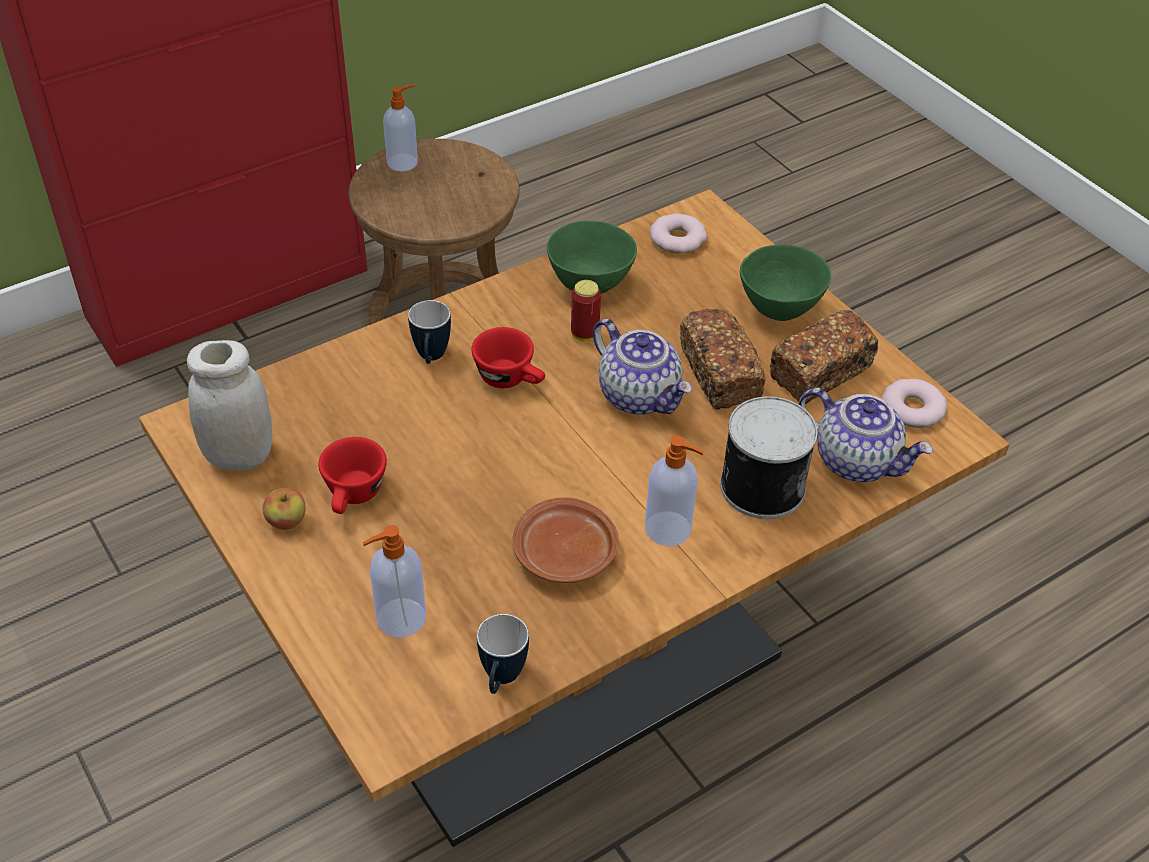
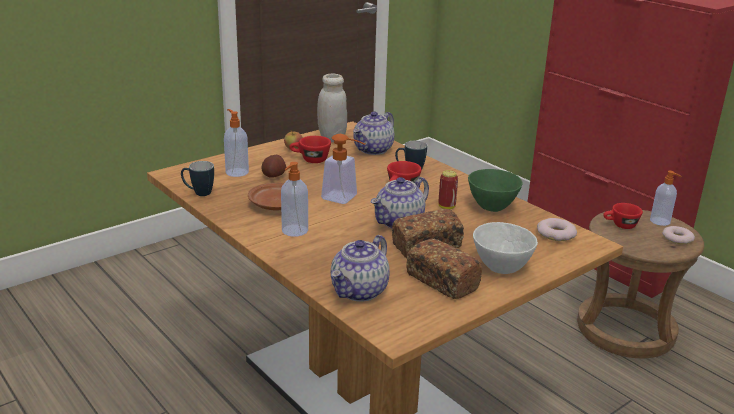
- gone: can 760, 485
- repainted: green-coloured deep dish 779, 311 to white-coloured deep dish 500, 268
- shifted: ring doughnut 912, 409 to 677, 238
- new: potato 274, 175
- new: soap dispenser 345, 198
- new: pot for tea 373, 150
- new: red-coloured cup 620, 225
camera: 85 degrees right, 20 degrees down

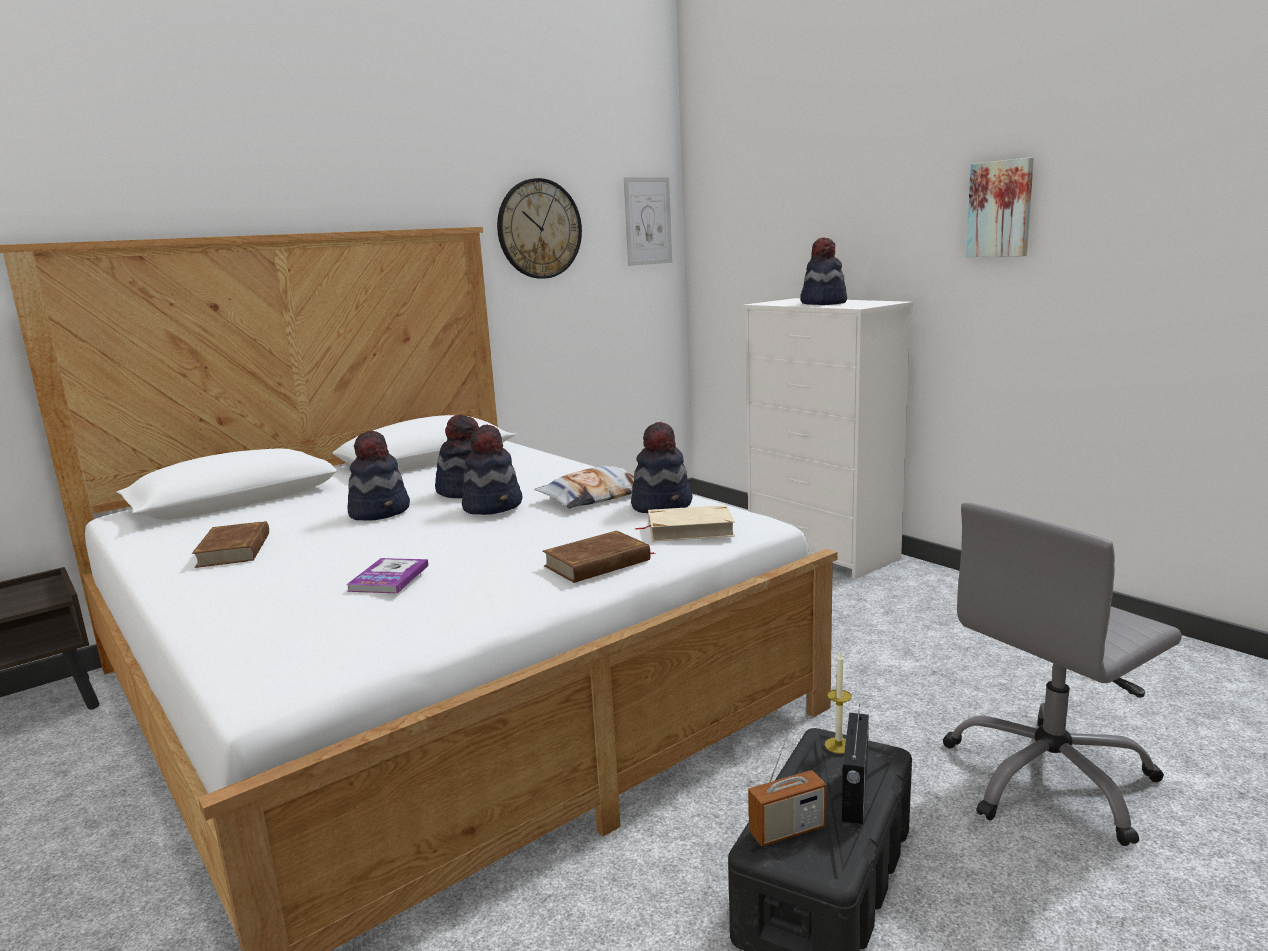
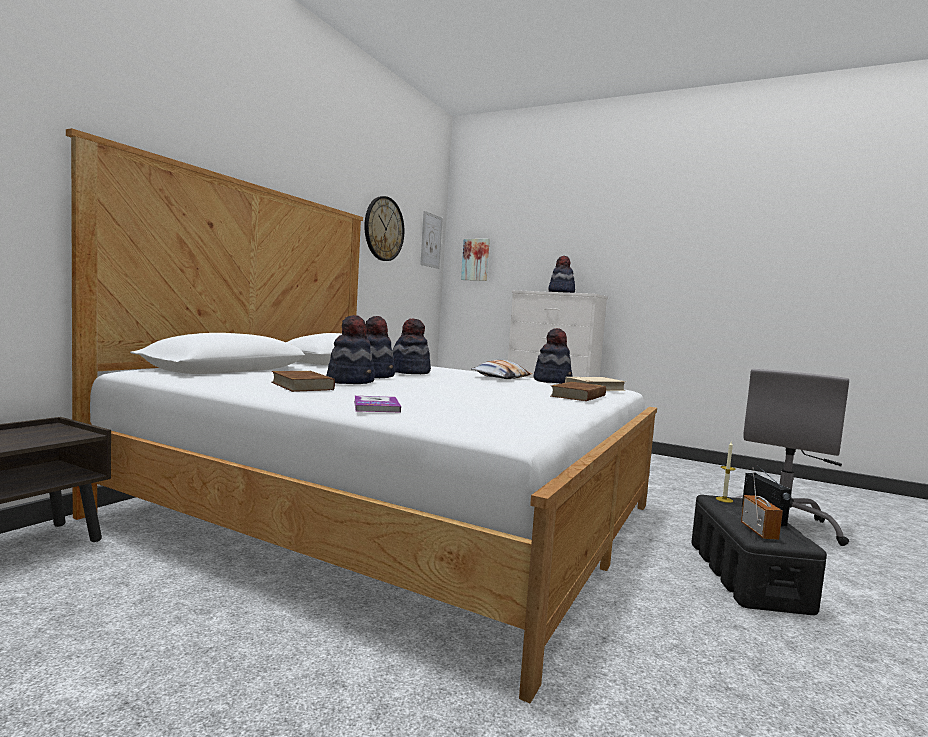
- shifted: bound book 389, 578 to 376, 406
- shifted: wearable hat 493, 506 to 351, 381
- rotated: radio receiver 787, 830 = 759, 531 45 degrees counterclockwise
- shifted: picture 1000, 209 to 476, 260
camera: 25 degrees left, 10 degrees down

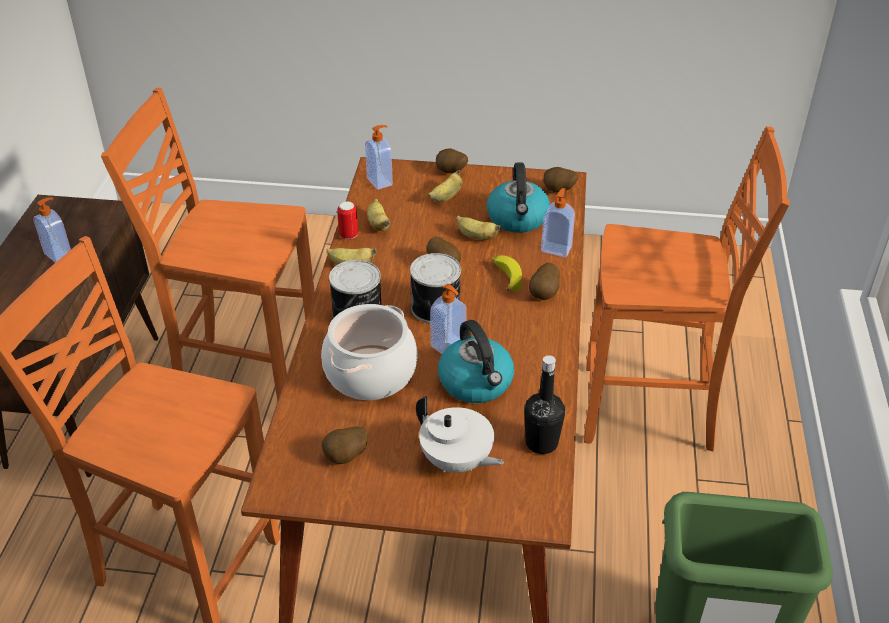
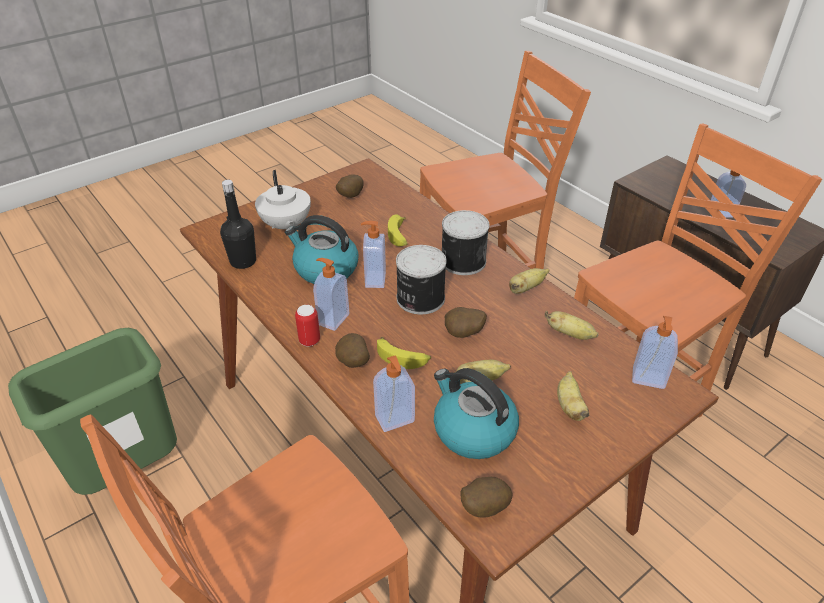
- swapped: saucepot 370, 372 to banana fruit 399, 236
- shifted: can 348, 235 to 309, 340
- rotated: white-coloured pot for tea 456, 462 = 285, 226 105 degrees counterclockwise
- gone: potato 450, 173
- new: soap dispenser 332, 319
camera: 135 degrees right, 0 degrees up

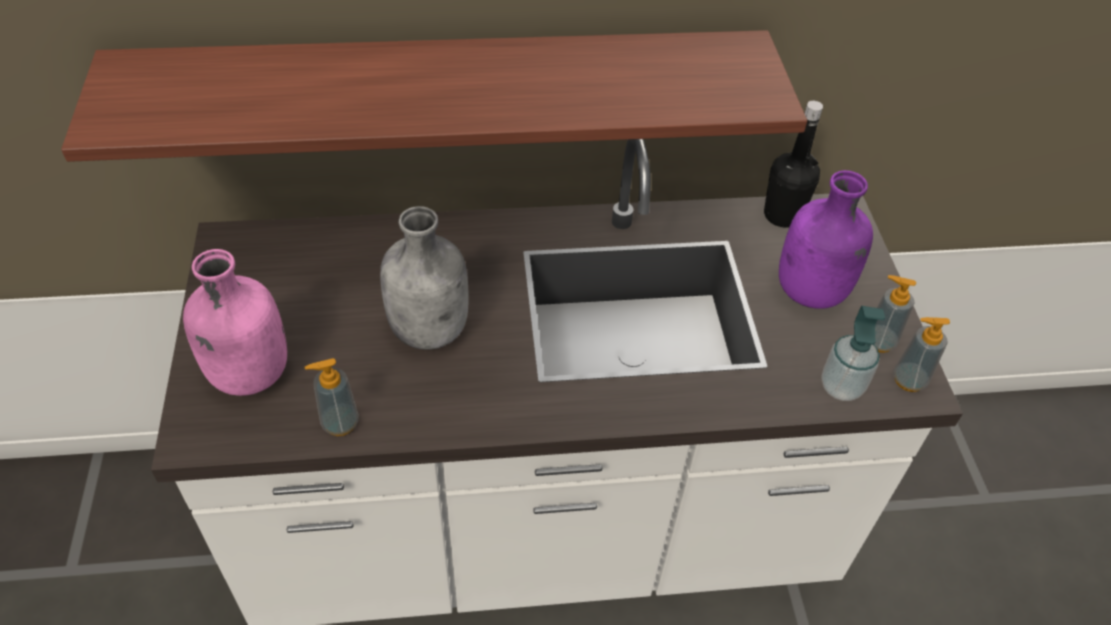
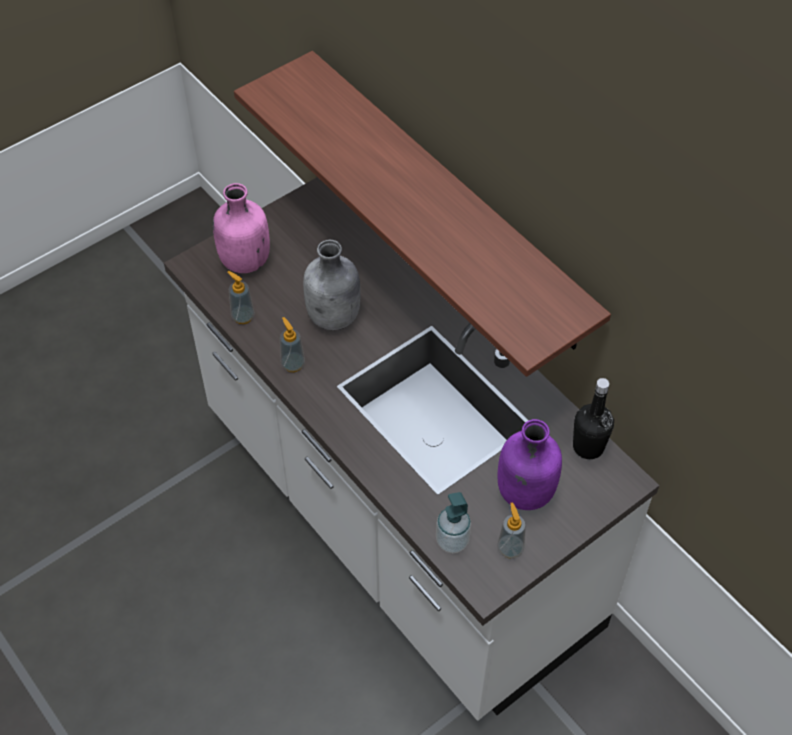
- shifted: soap dispenser 909, 380 to 293, 364
camera: 60 degrees right, 5 degrees up

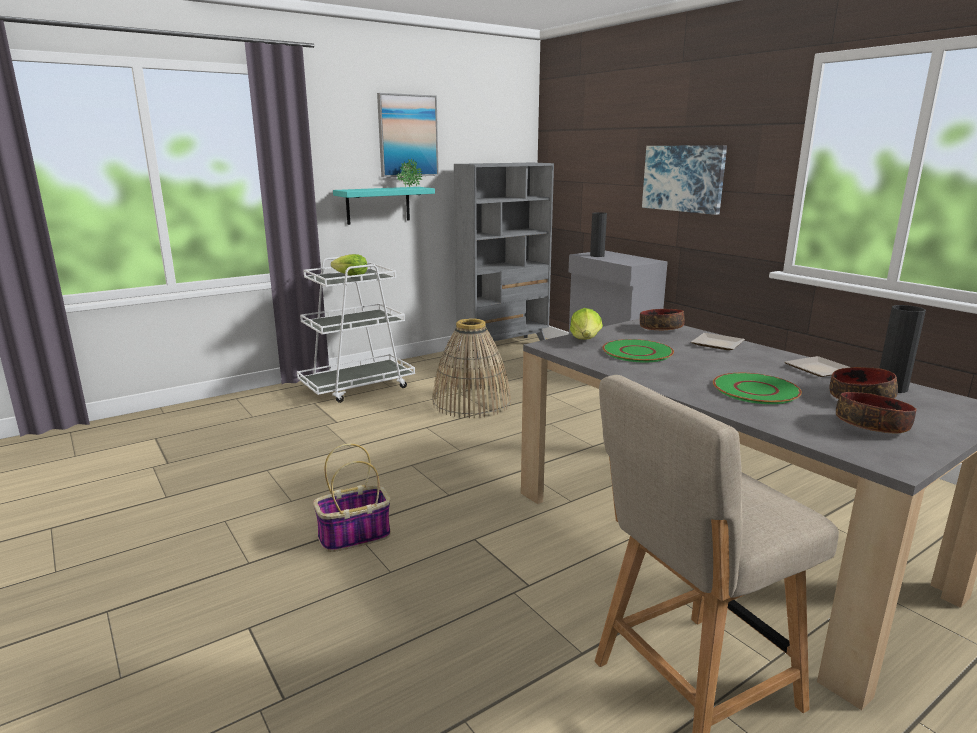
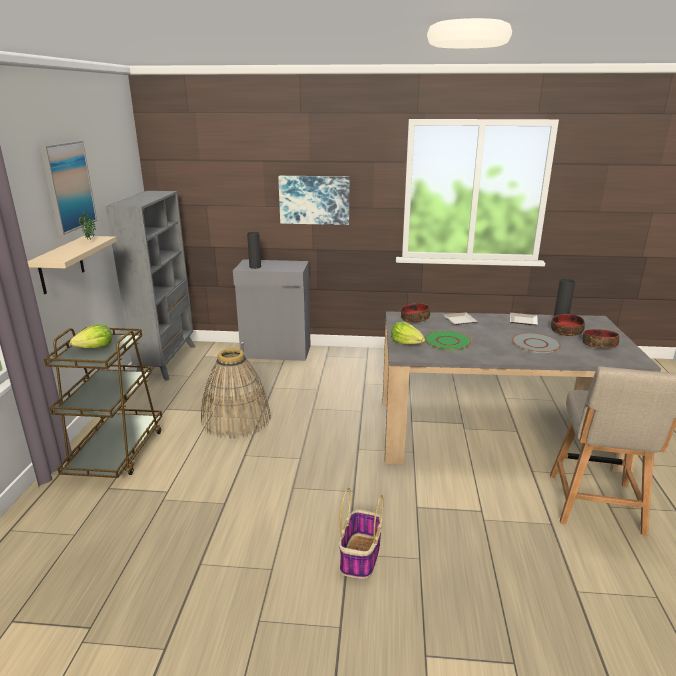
- repainted: white-coloured wheeled cart 358, 387 to brown-coloured wheeled cart 117, 452
- repainted: blue-green shelf 378, 205 to sand-coloured shelf 61, 265
- repainted: green-coloured flat dish 756, 390 to gray flat dish 535, 344
camera: 50 degrees left, 5 degrees up

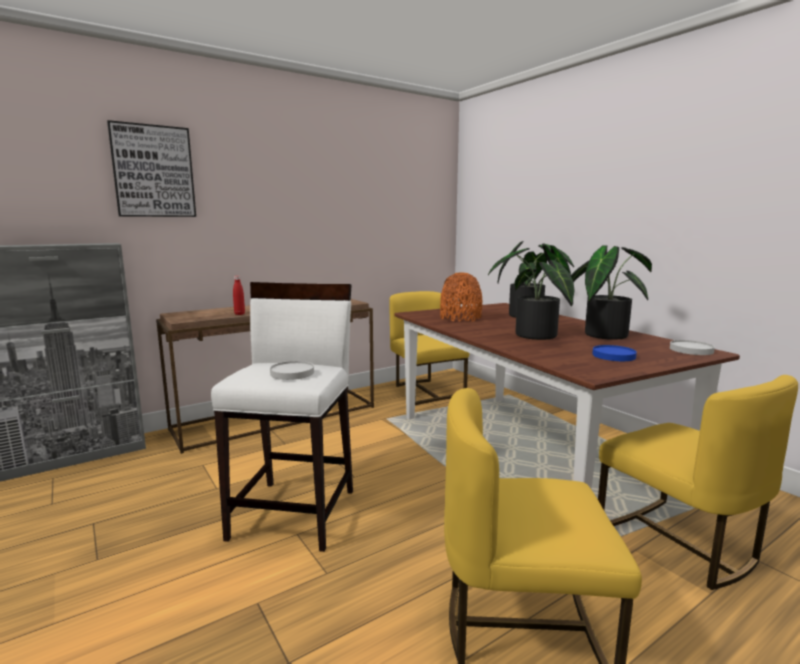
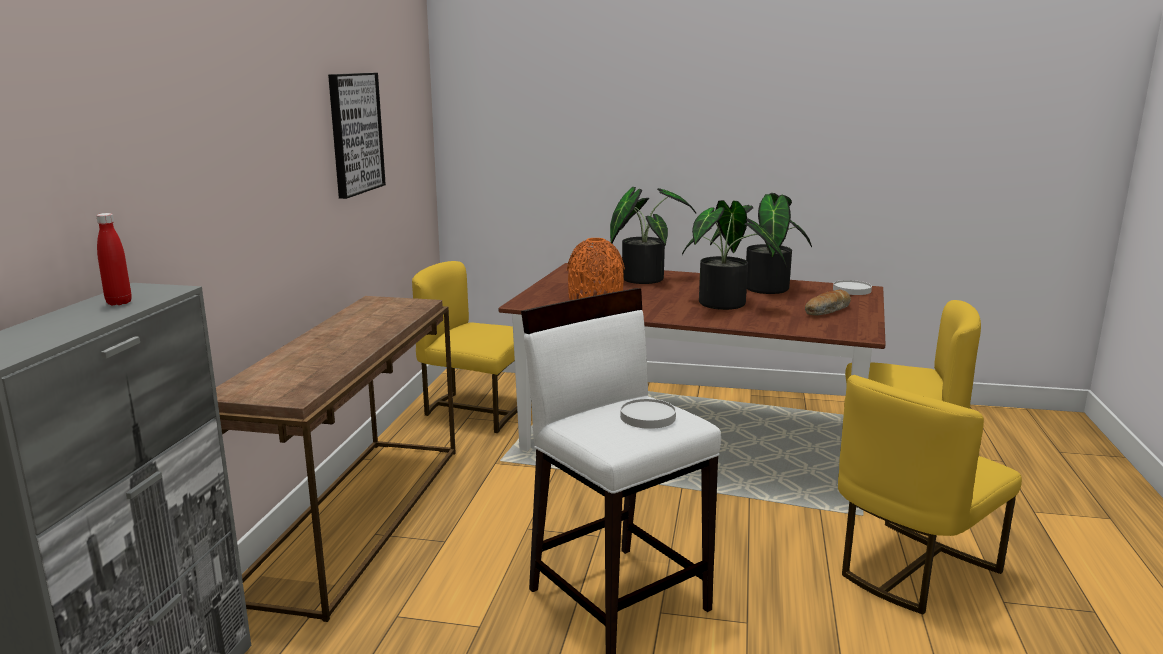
- shifted: picture 153, 171 to 355, 133
- shifted: red-coloured bottle 239, 314 to 119, 303
- swapped: blue-coloured flat dish 613, 356 to bread 828, 311
camera: 45 degrees left, 5 degrees up

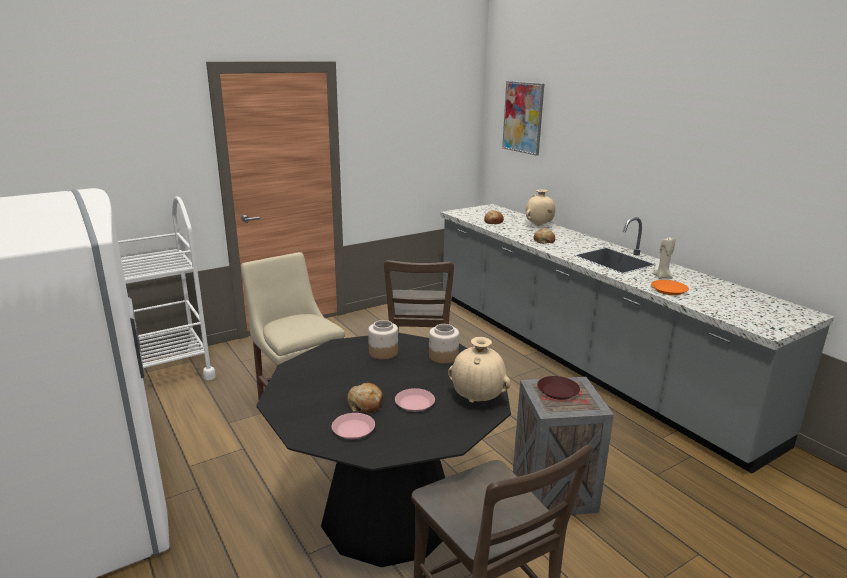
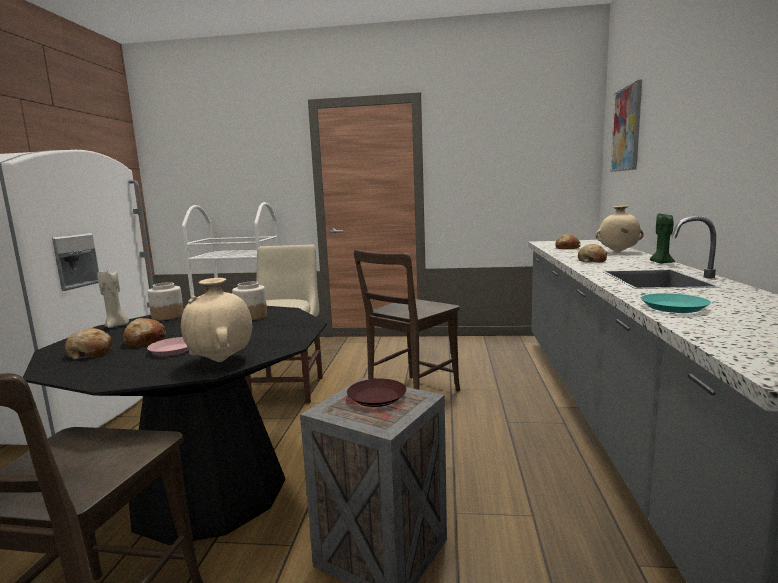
- swapped: pink flat dish 353, 429 to bread 91, 353
- shifted: storage jar 443, 357 to 167, 316
- repainted: orange flat dish 668, 290 to blue-green flat dish 673, 307
- shifted: sand-coloured candle 662, 277 to 116, 326
- new: green-coloured candle 661, 263
camera: 40 degrees right, 10 degrees down

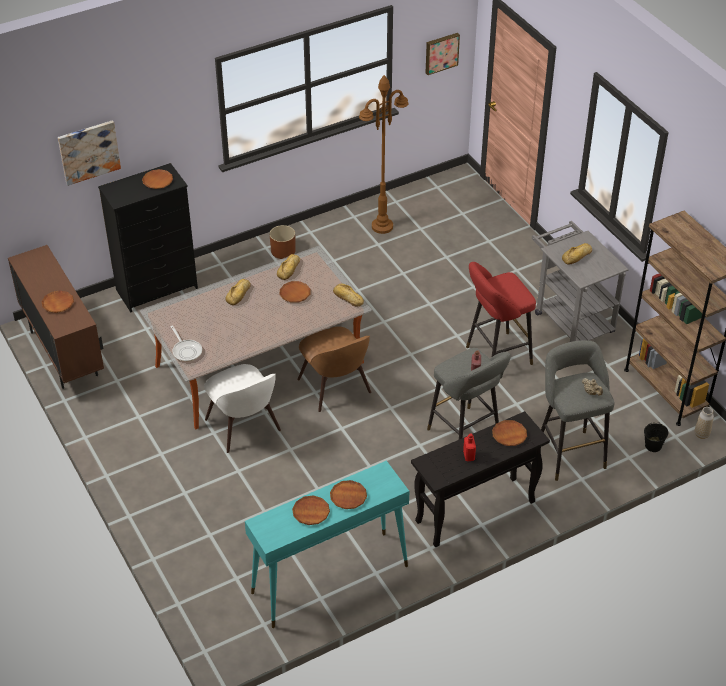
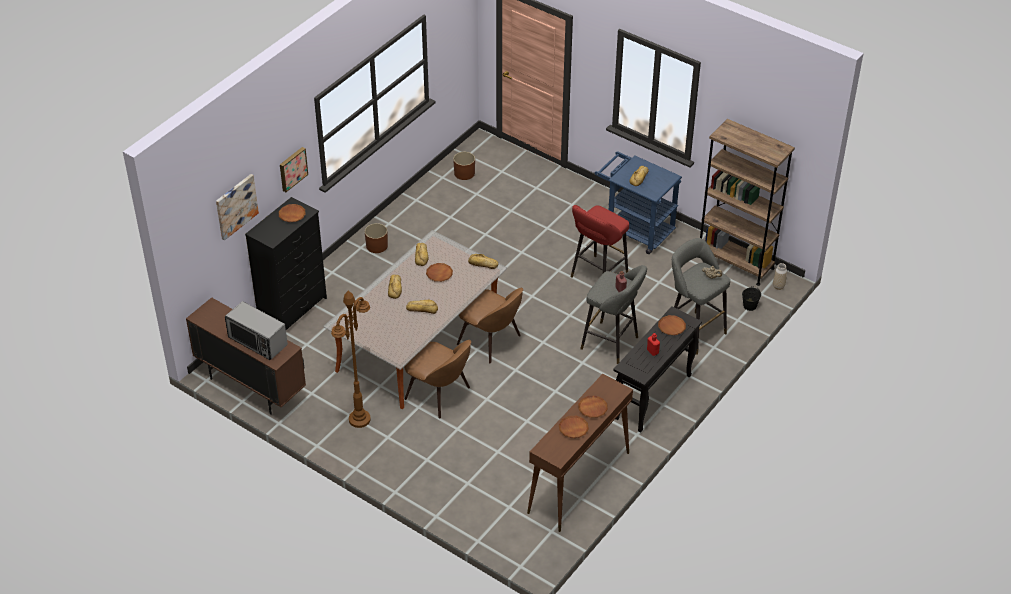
- swapped: brown-coloured flat dish 58, 303 to microwave oven 257, 341
- gone: frying pan 186, 351
- repainted: white-coloured plain chair 244, 427 to brown-coloured plain chair 439, 394
- repainted: blue-green hall table 329, 579 to brown-coloured hall table 578, 483
- shifted: brown-coloured standing lamp 382, 226 to 359, 419
- shifted: picture 441, 52 to 292, 168
- repainted: gray wheeled cart 570, 318 to blue-coloured wheeled cart 634, 230
- new: bread 422, 308
- new: brown-coloured planter 464, 173
camera: 25 degrees left, 0 degrees up

